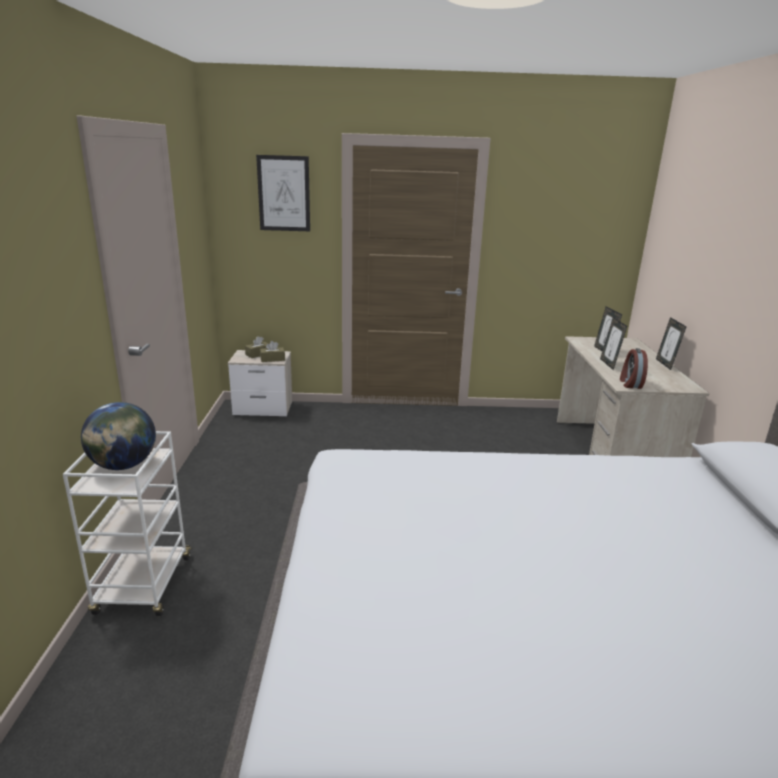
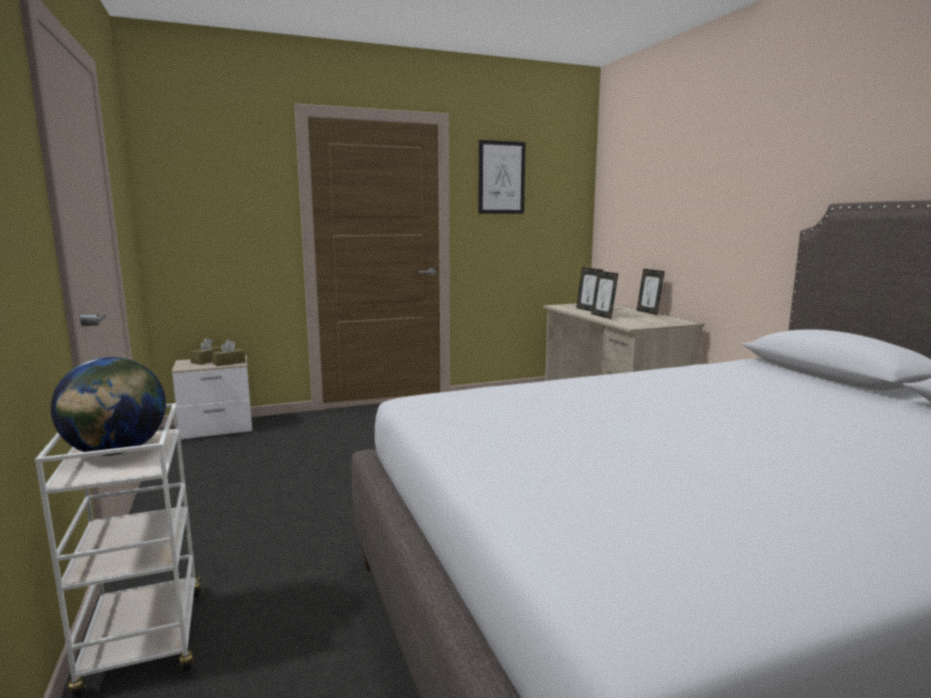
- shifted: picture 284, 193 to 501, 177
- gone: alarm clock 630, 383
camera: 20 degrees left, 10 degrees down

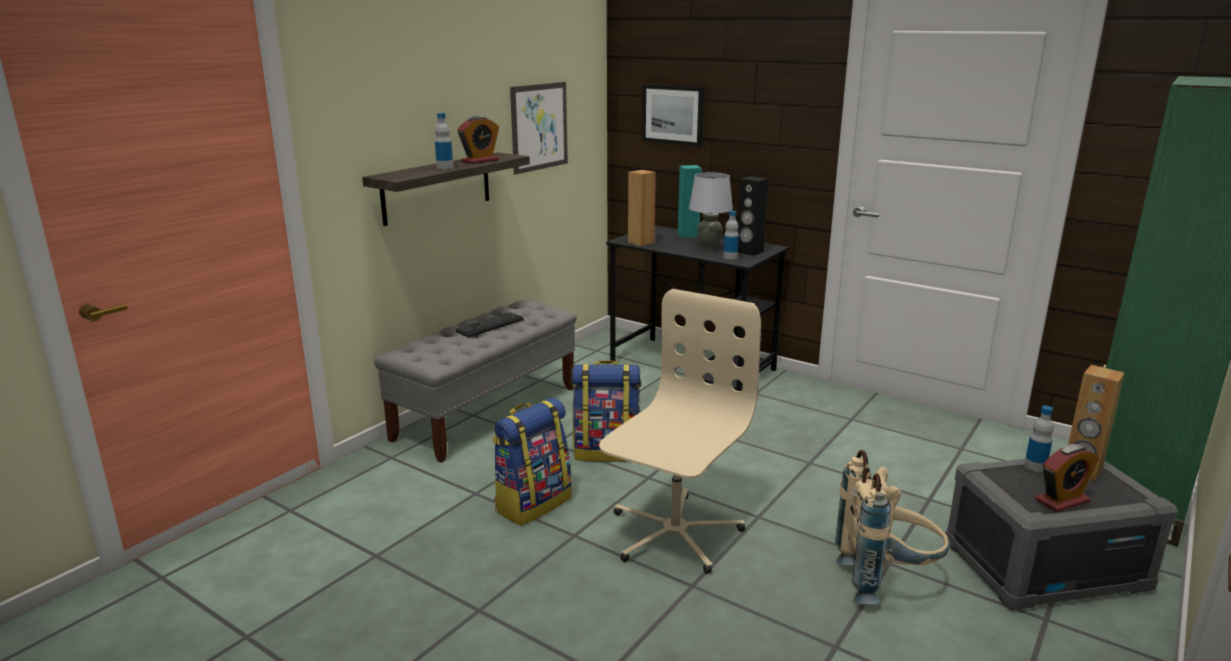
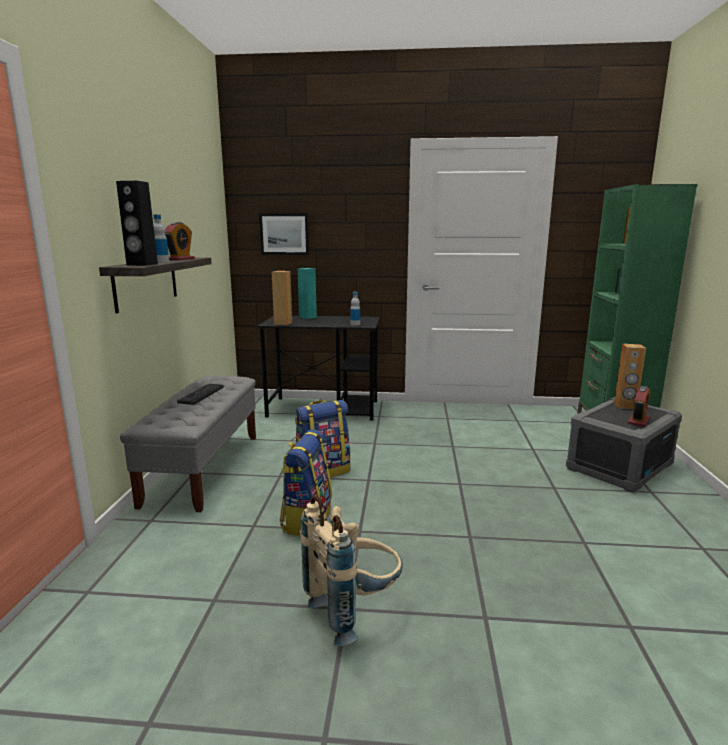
- gone: picture 539, 127
- gone: sand-coloured computer chair 673, 534
- gone: gray lamp for a table 709, 247
- shifted: black-coloured audio speaker 750, 252 to 142, 264
- shifted: sand-coloured knapsack 886, 581 to 354, 610
- gone: bottle 1035, 467
camera: 30 degrees left, 5 degrees down

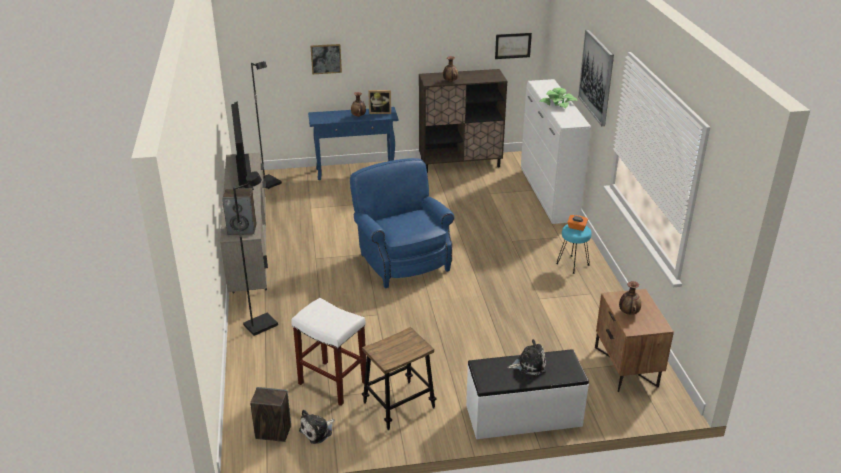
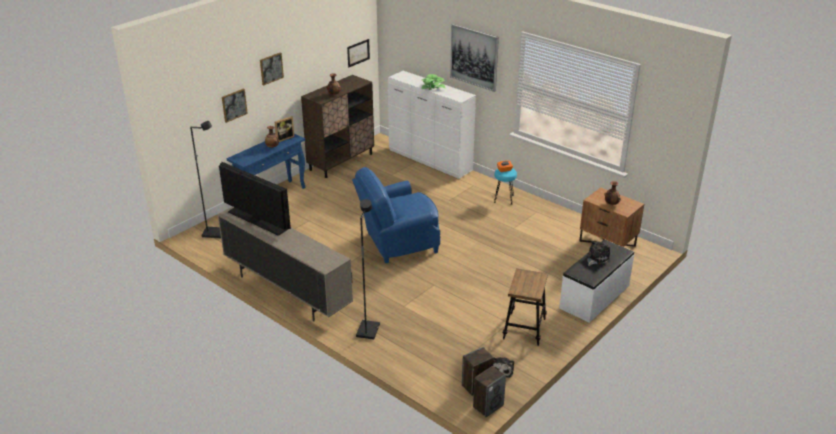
- shifted: audio speaker 242, 229 to 488, 406
- gone: white-coloured stool 331, 383
- rotated: blue-coloured armchair 402, 260 = 398, 243 45 degrees counterclockwise
- new: picture 271, 68
camera: 40 degrees left, 0 degrees up

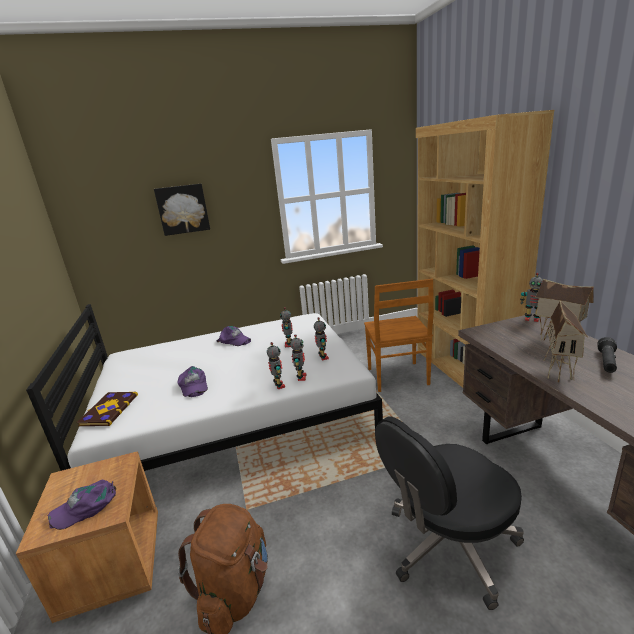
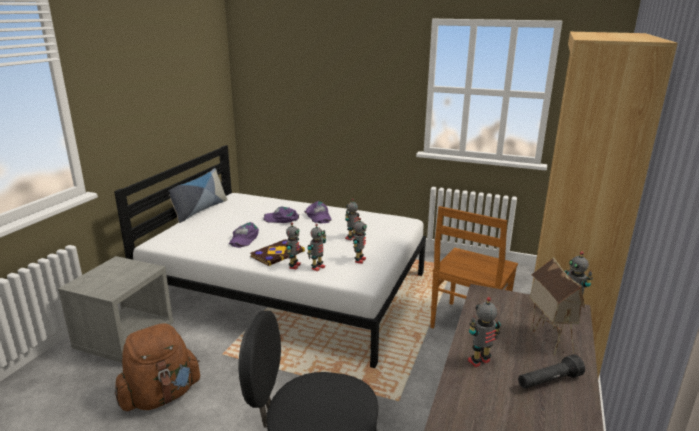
- repainted: brown-coloured bedside table 113, 564 to gray bedside table 125, 338
- shifted: purple-coloured baseball cap 86, 506 to 281, 219
- shifted: bound book 108, 410 to 277, 253
- gone: picture 183, 209
- swapped: toy house 560, 372 to model robot 480, 362
- new: cushion 200, 210
camera: 35 degrees right, 0 degrees up

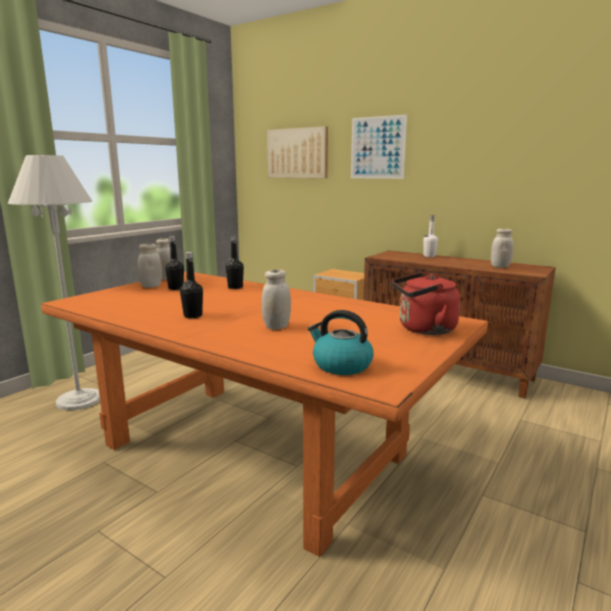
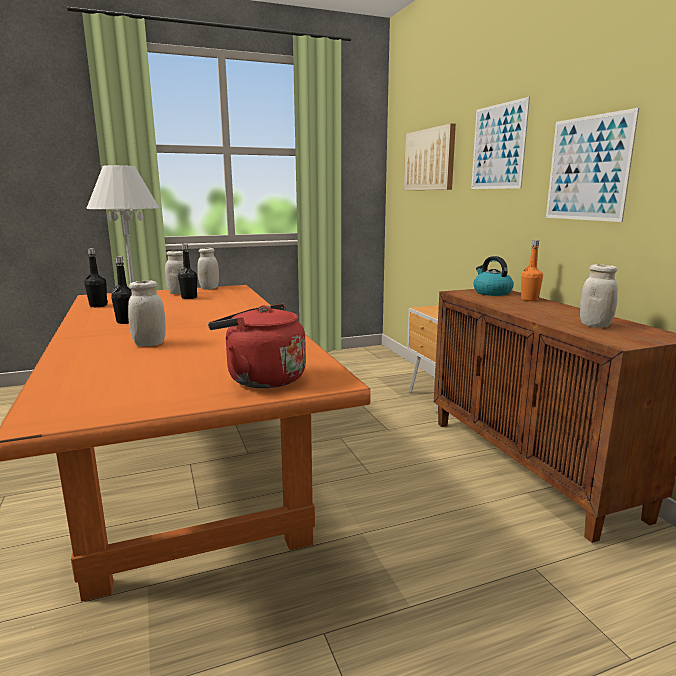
- shifted: black-coloured bottle 235, 287 to 98, 305
- shifted: water kettle 341, 365 to 491, 292
- repainted: white-coloured bottle 429, 256 to orange bottle 529, 299
- new: picture 587, 168
camera: 35 degrees right, 0 degrees up

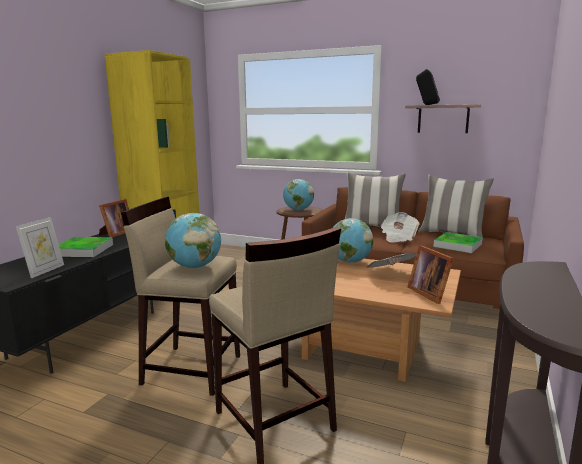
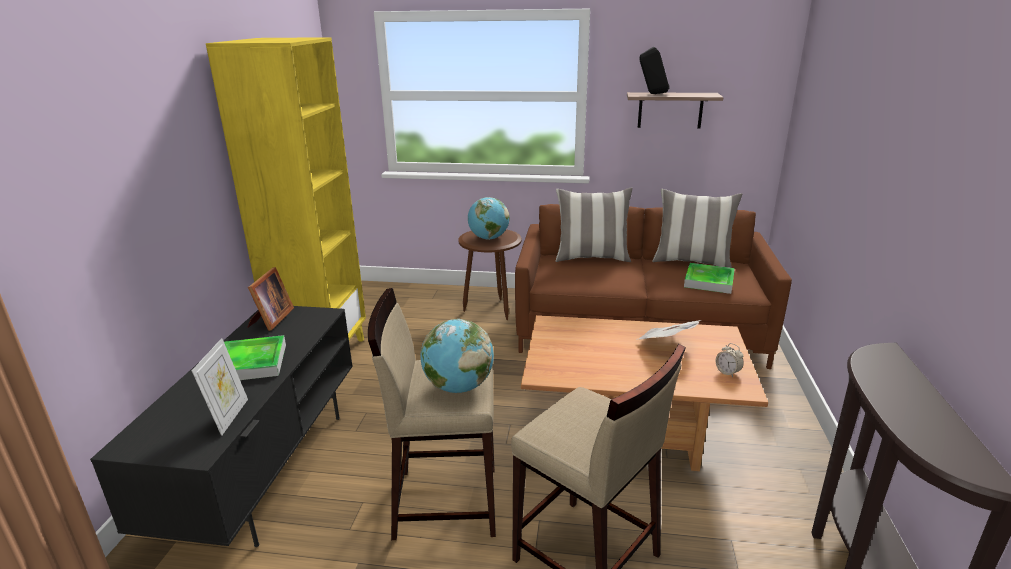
- gone: desk globe 349, 262
- gone: newspaper 398, 238
- swapped: picture frame 429, 293 to alarm clock 727, 372
camera: 15 degrees left, 10 degrees up

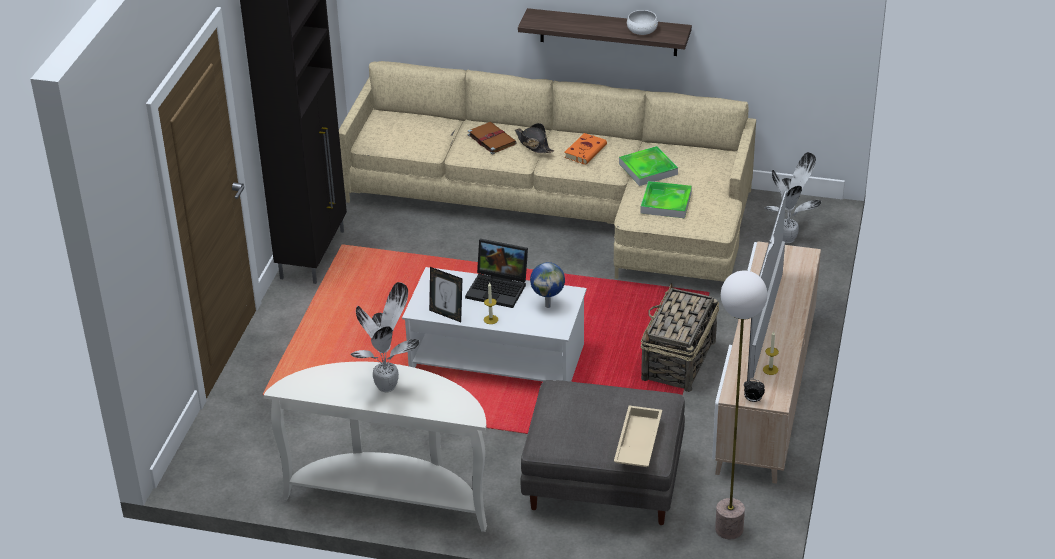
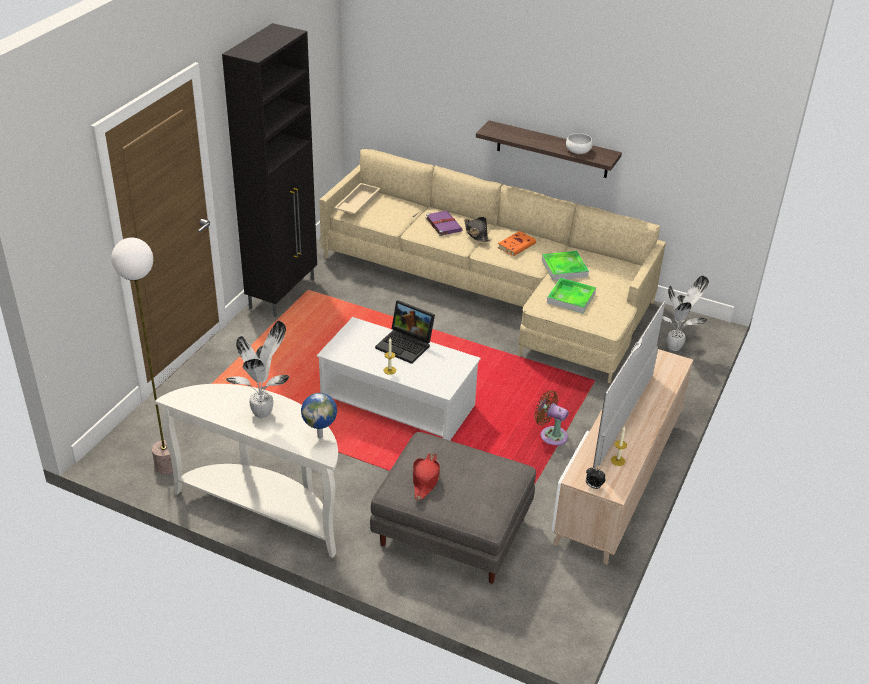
- gone: picture frame 446, 314
- repainted: brown-coloured bound book 491, 139 to purple-coloured bound book 443, 224
- shifted: desk globe 548, 305 to 320, 436
- shifted: sand-coloured carrying tray 637, 442 to 357, 203
- swapped: storage basket 678, 361 to brown-coloured fan 551, 435
- shifted: standing lamp 729, 529 to 166, 466
- new: red-coloured wearable hat 425, 479
camera: 10 degrees right, 0 degrees up

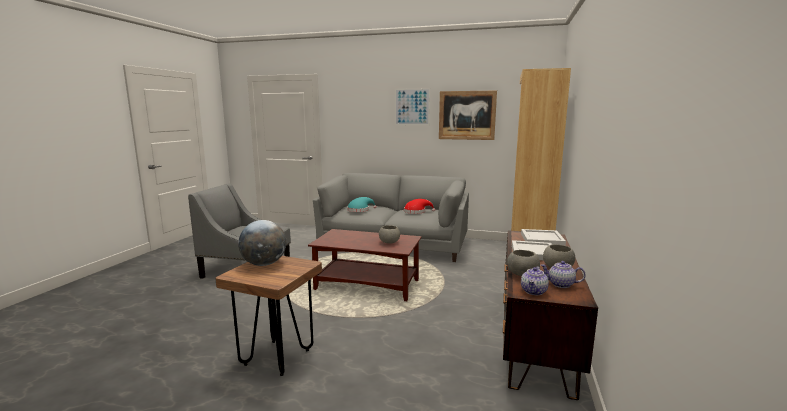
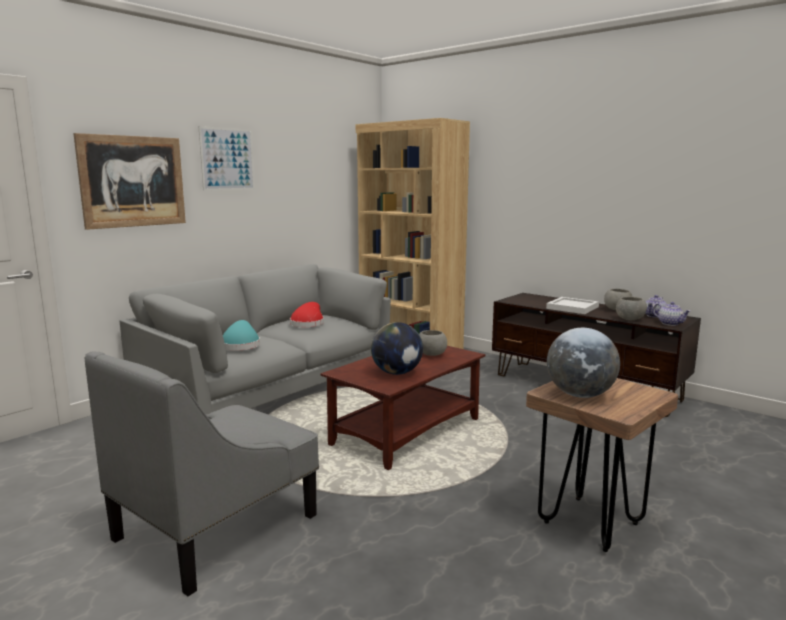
- shifted: picture 467, 115 to 133, 181
- gone: white-coloured carrying tray 542, 239
- new: desk globe 397, 373
camera: 65 degrees left, 0 degrees up

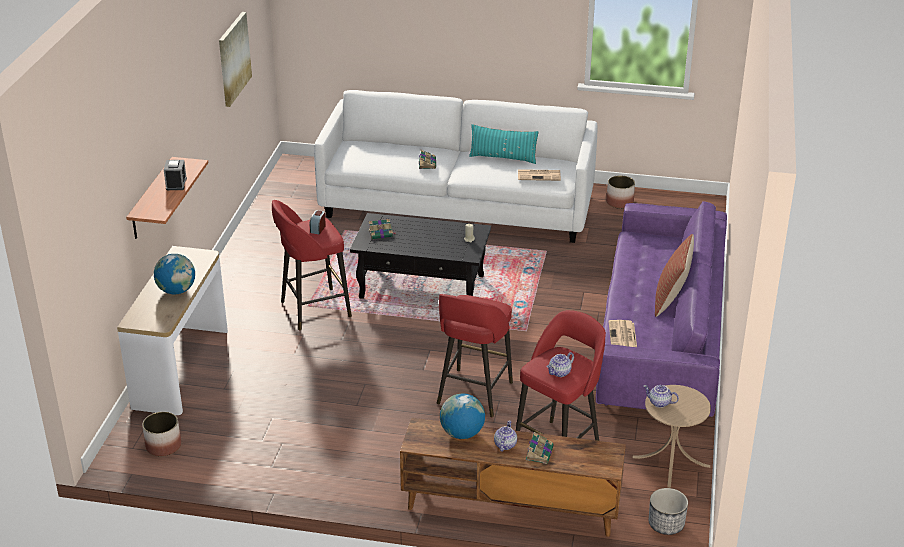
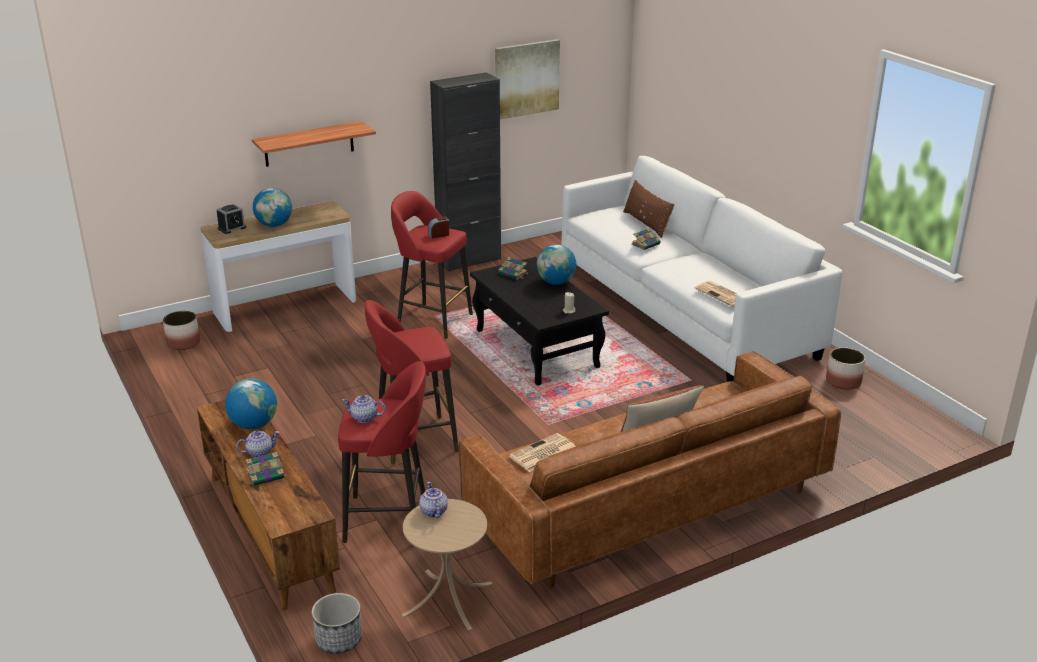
- shifted: alarm clock 176, 184 to 232, 228
- gone: blue-green cushion 503, 157
- repainted: purple-coloured sofa 660, 339 to brown-coloured sofa 647, 504
- new: black-coloured storage cabinet 469, 260
- new: desk globe 556, 282
- new: brown-coloured cushion 646, 223
camera: 50 degrees right, 5 degrees down

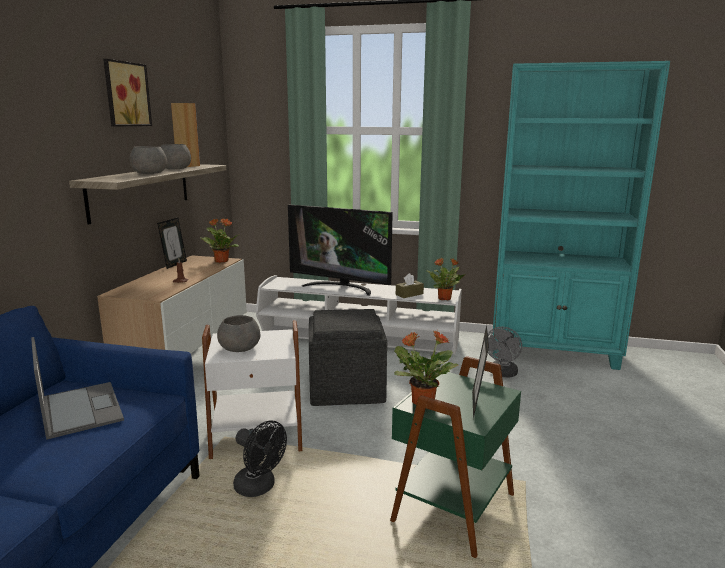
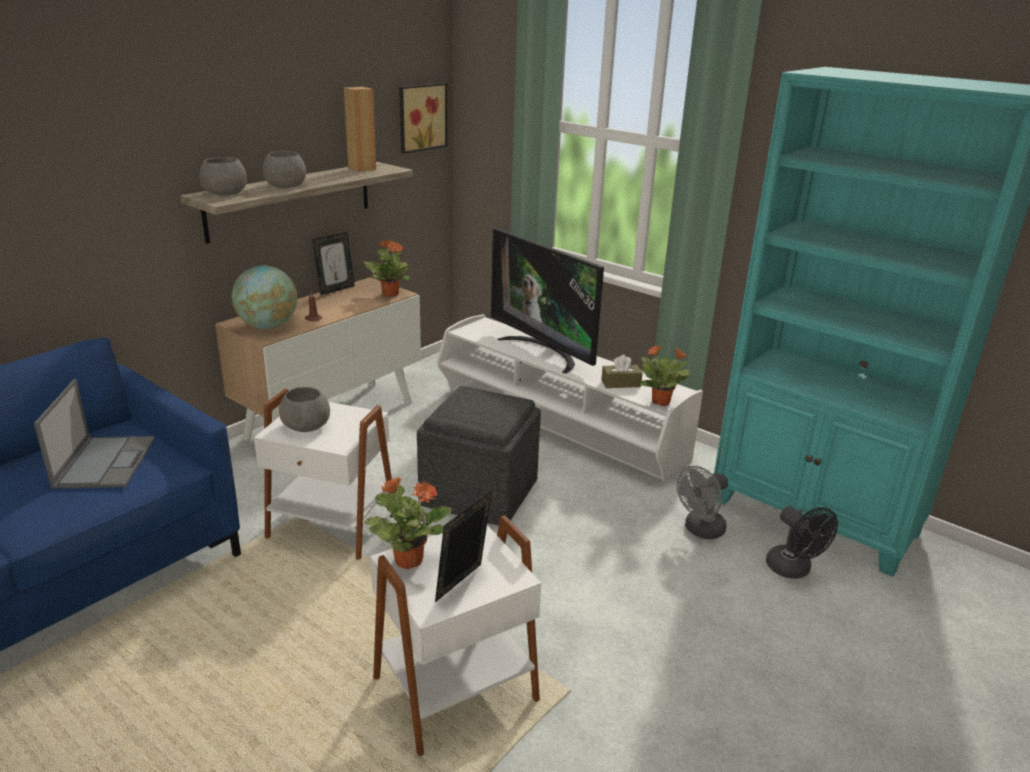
- shifted: picture 125, 94 to 421, 117
- shifted: gray deep dish 175, 169 to 226, 193
- shifted: black-coloured fan 259, 488 to 793, 570
- repainted: green-coloured side table 451, 507 to white-coloured side table 453, 687
- new: desk globe 267, 326
camera: 25 degrees right, 10 degrees up

